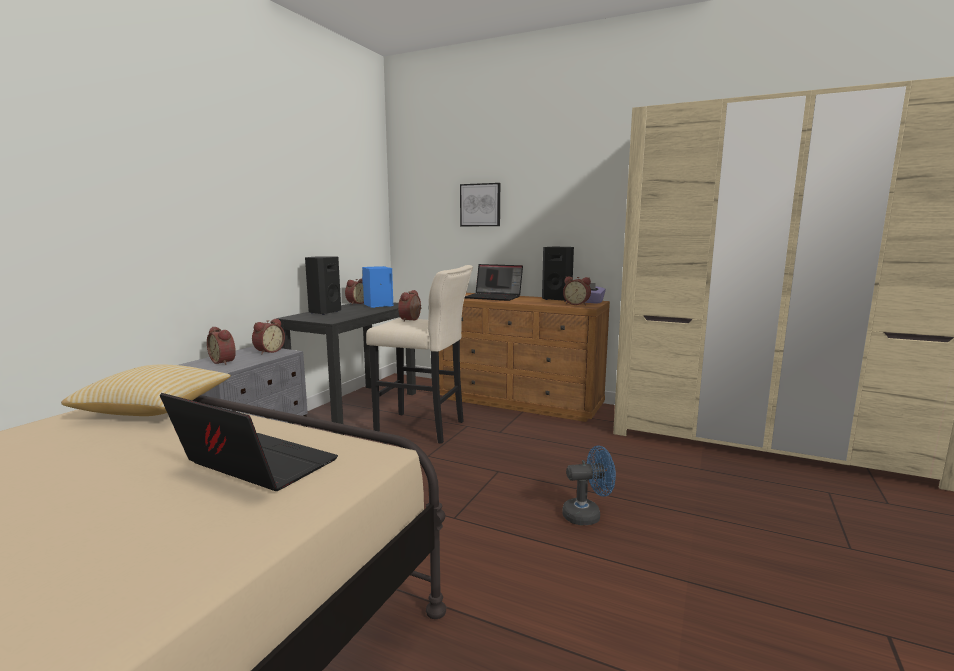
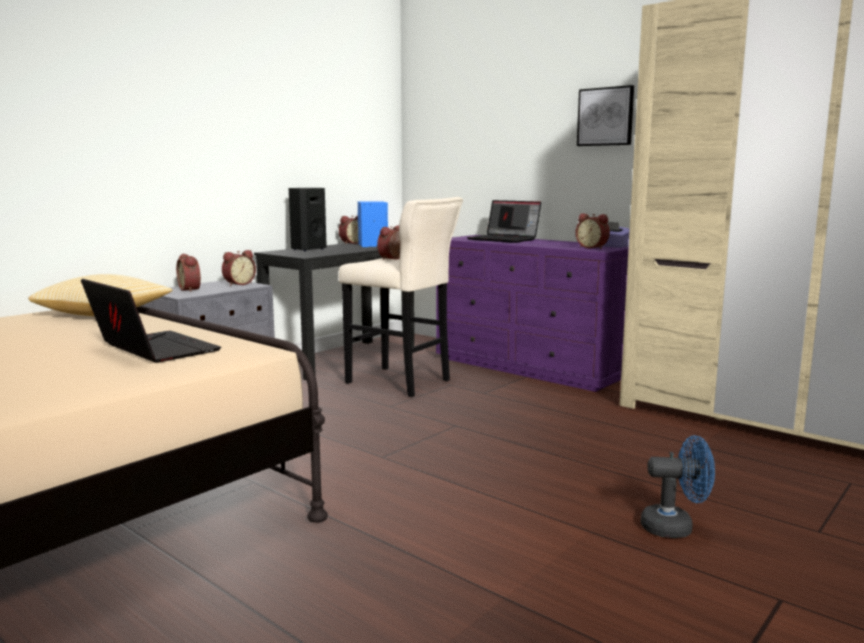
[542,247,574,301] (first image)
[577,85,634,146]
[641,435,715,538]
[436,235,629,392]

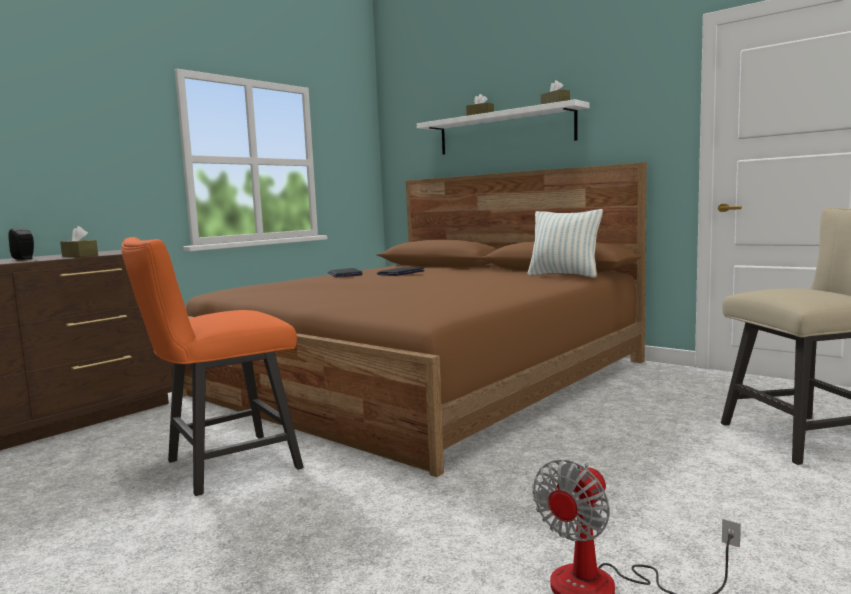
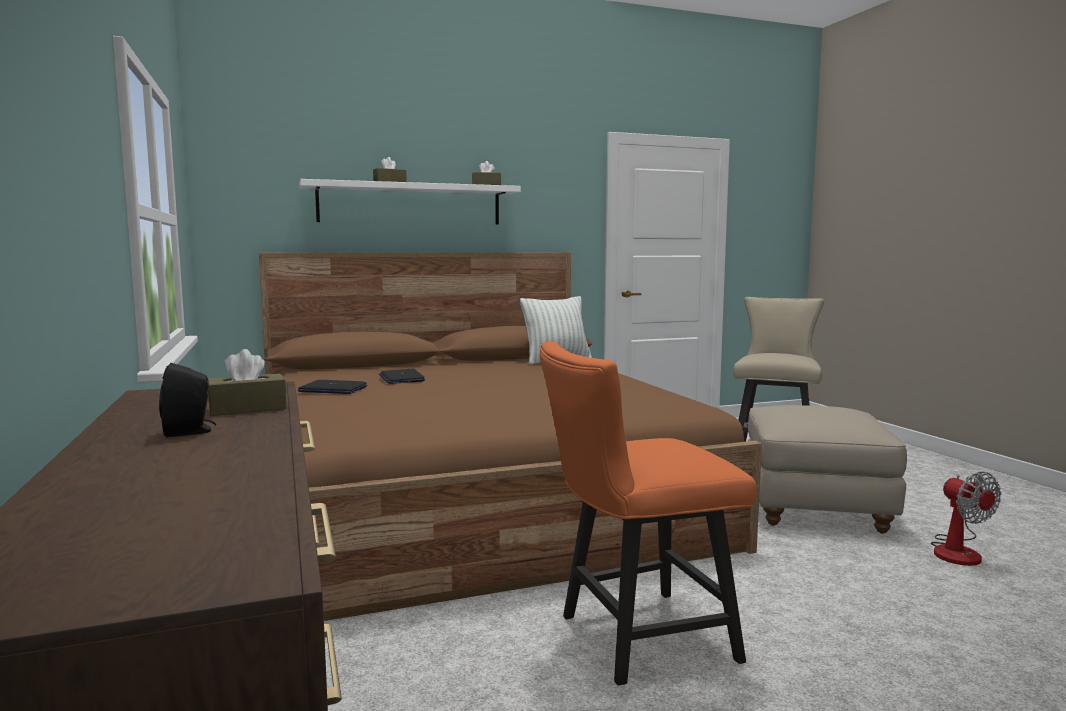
[748,405,907,534]
[540,342,757,686]

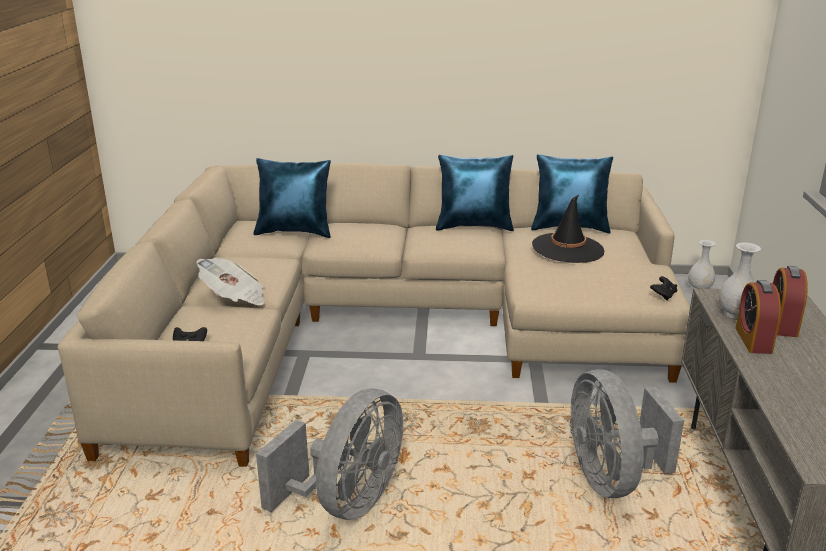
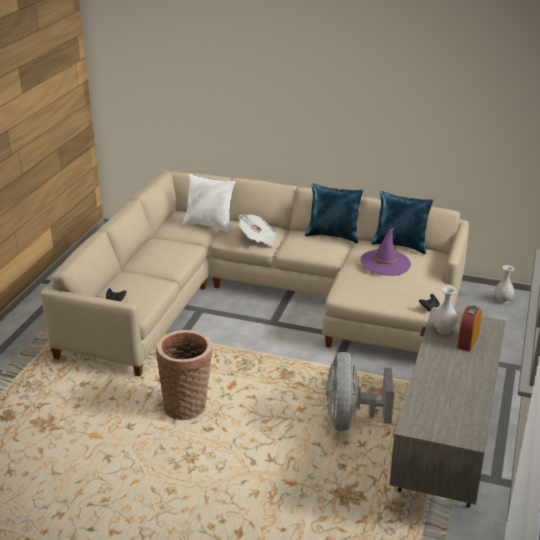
[735,280,781,354] (first image)
[239,214,277,246]
[156,330,213,420]
[182,174,236,233]
[360,227,411,276]

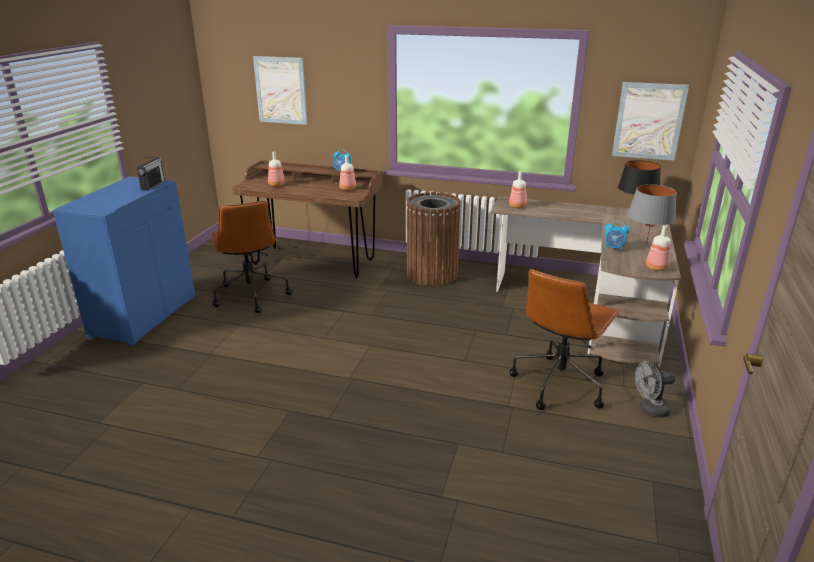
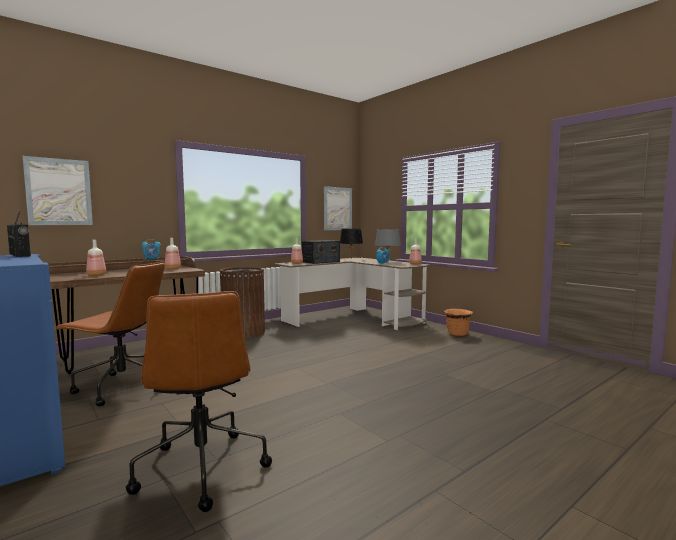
[302,240,340,264]
[126,291,272,512]
[444,309,473,336]

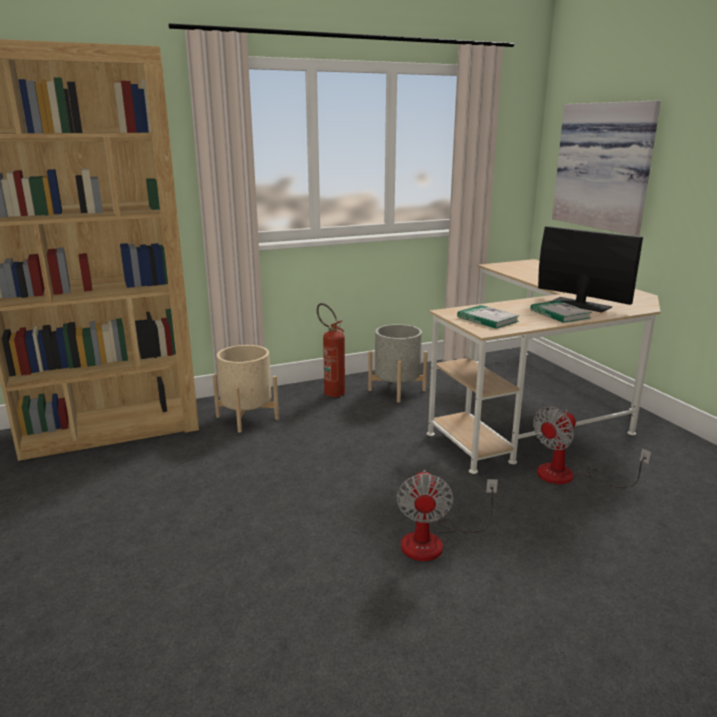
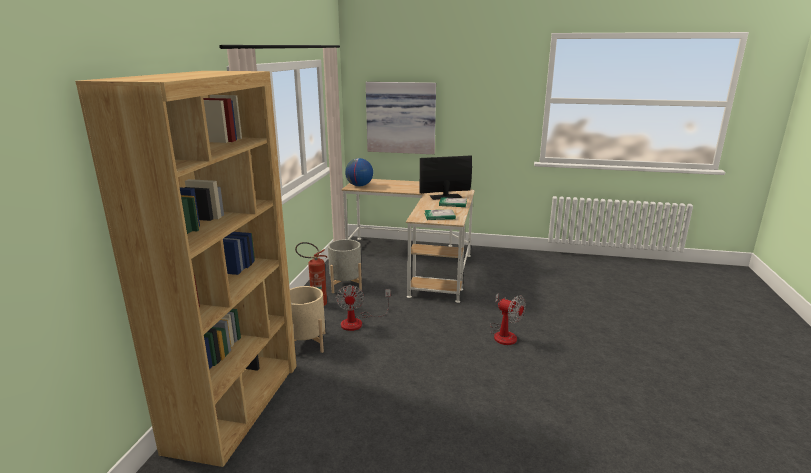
[345,158,373,187]
[336,285,391,331]

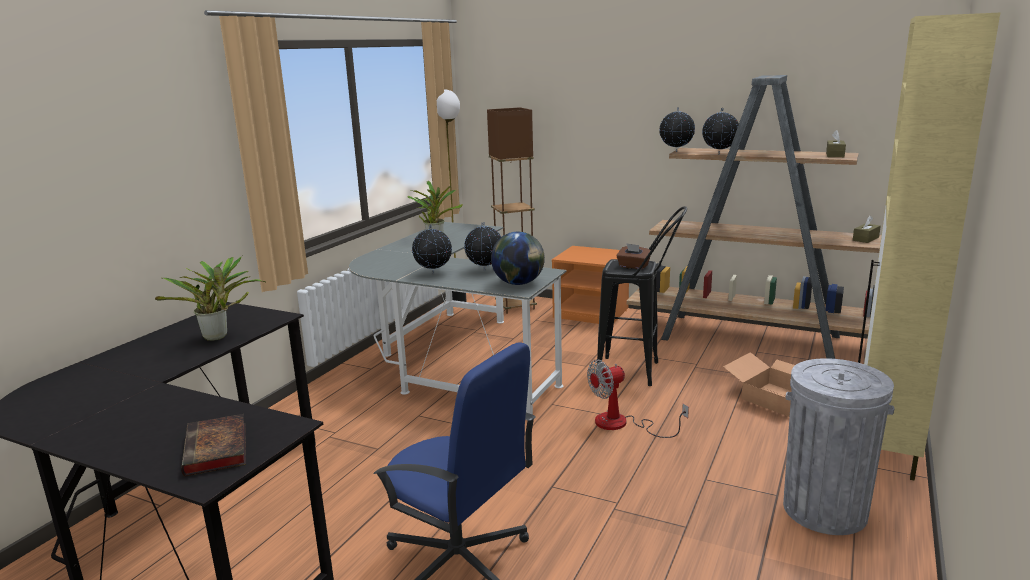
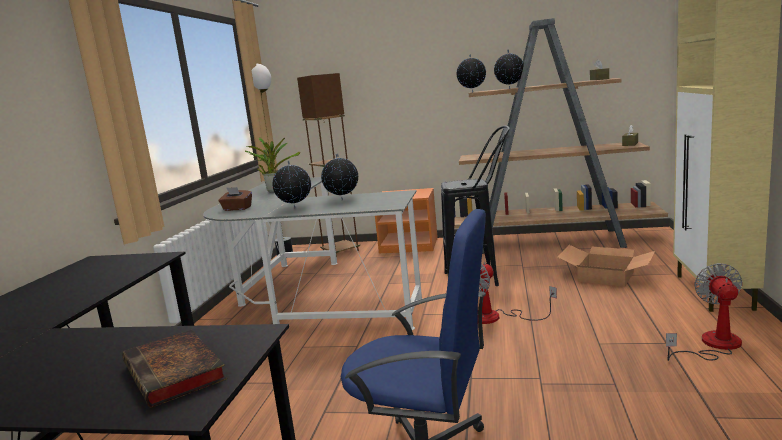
[155,255,265,341] (first image)
[491,232,545,285] (first image)
[219,187,252,211]
[666,263,743,361]

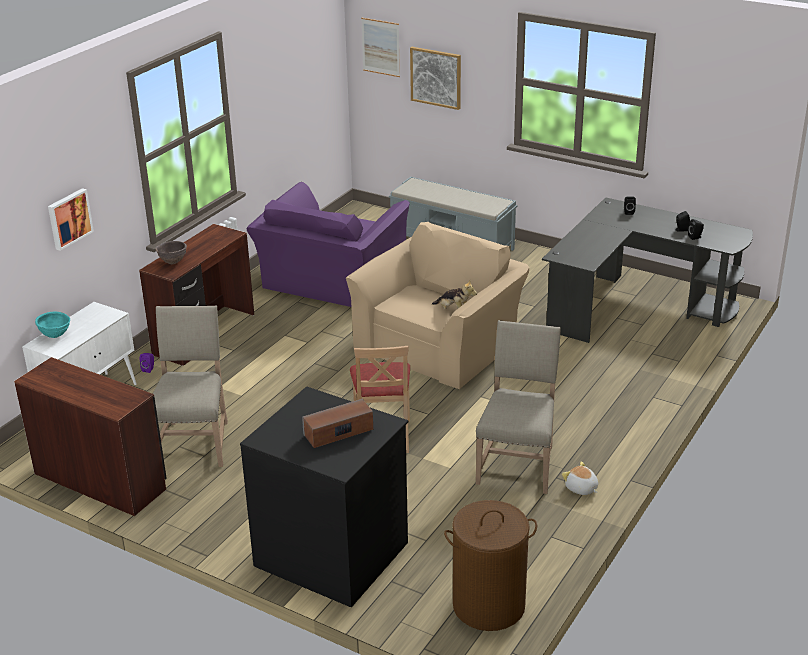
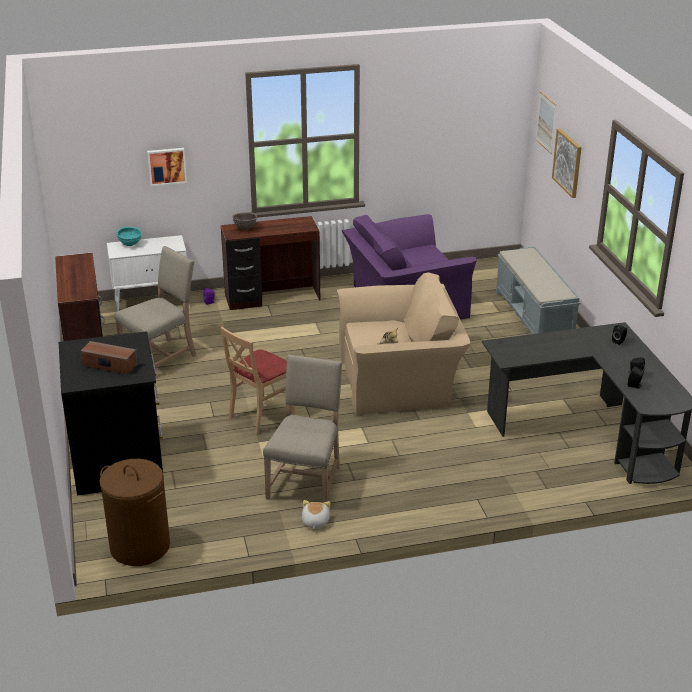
[263,354,342,503]

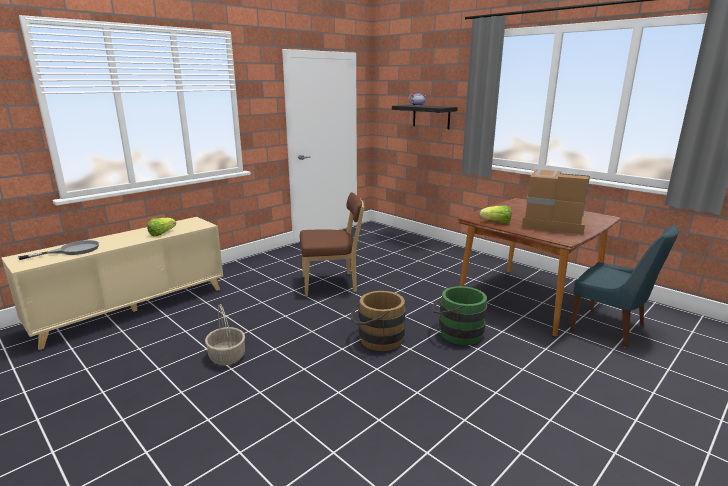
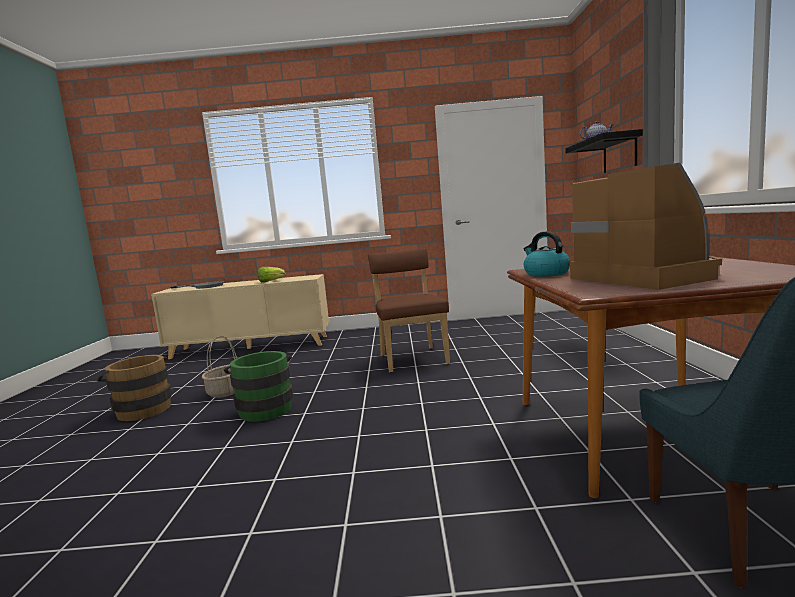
[97,355,172,421]
[223,351,293,422]
[524,231,570,277]
[368,248,450,373]

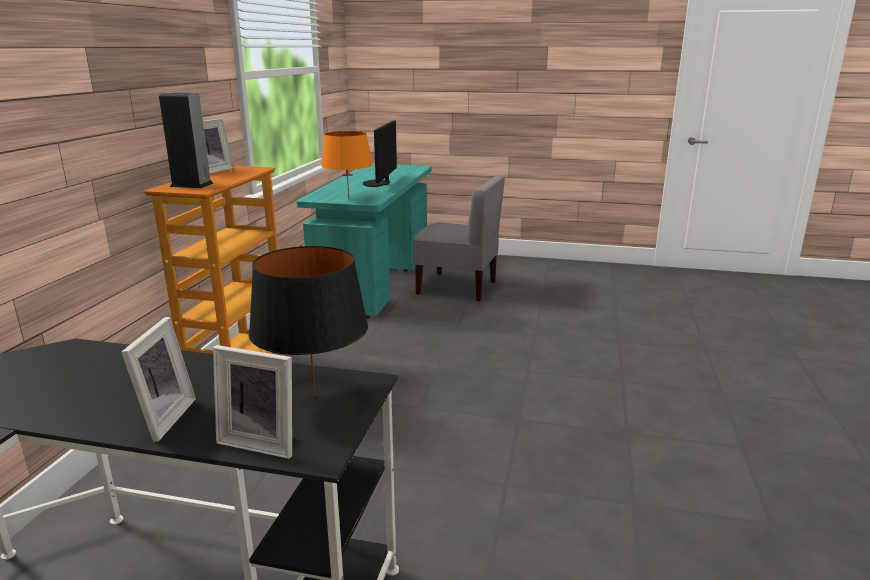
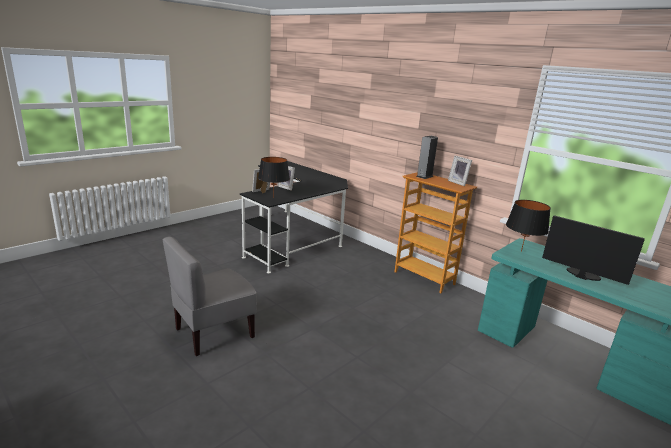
[163,236,257,356]
[506,200,551,252]

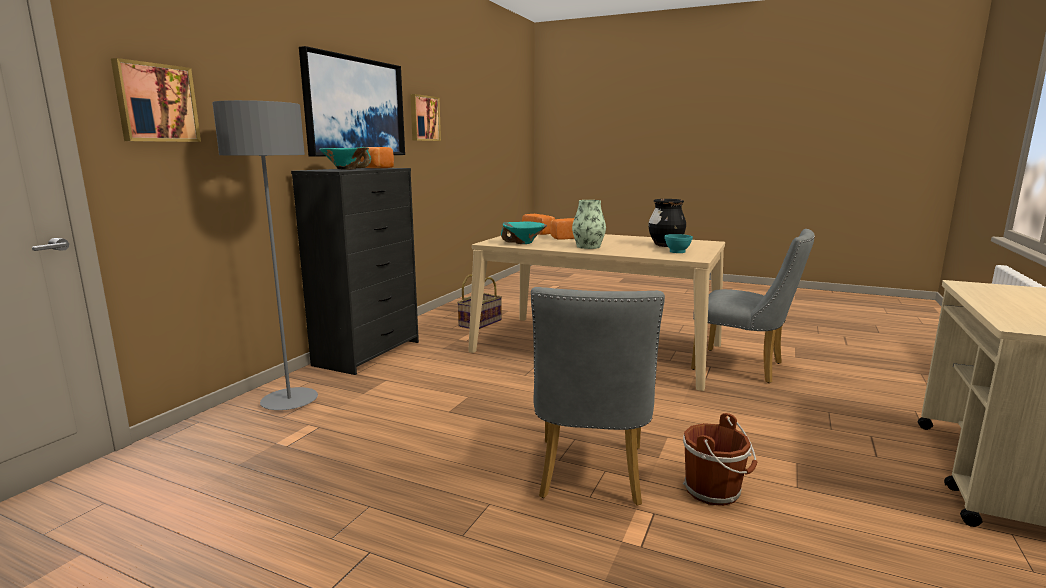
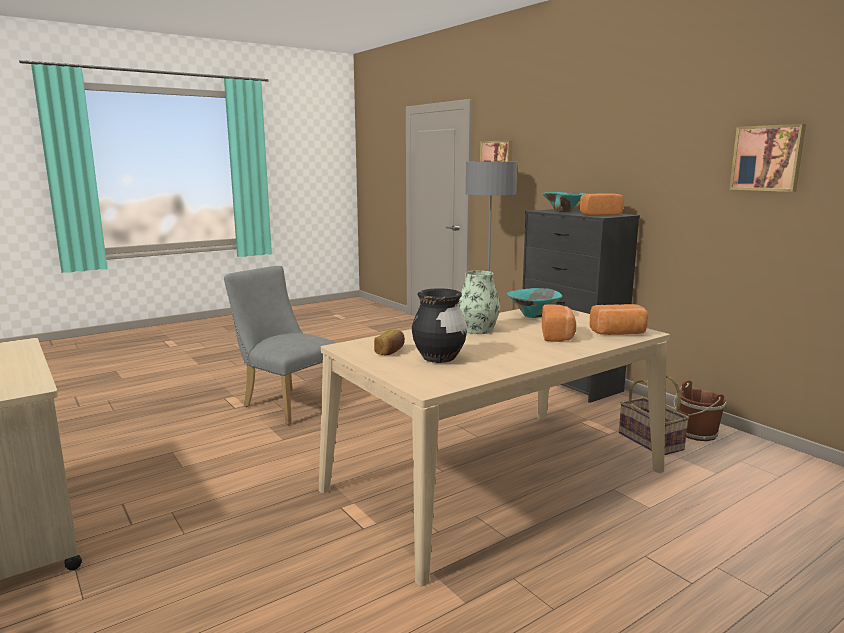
[299,46,405,157] (first image)
[691,229,815,383] (first image)
[673,380,726,441]
[374,329,405,355]

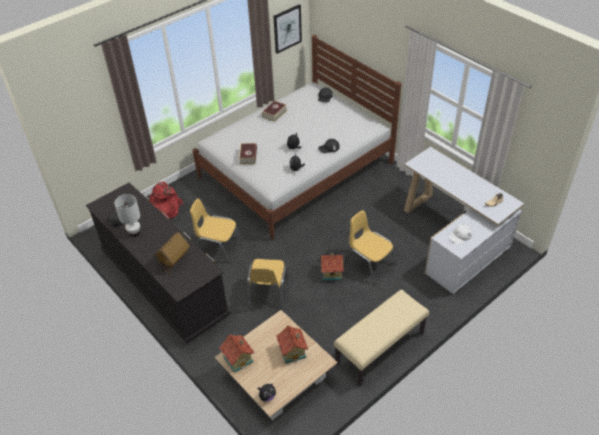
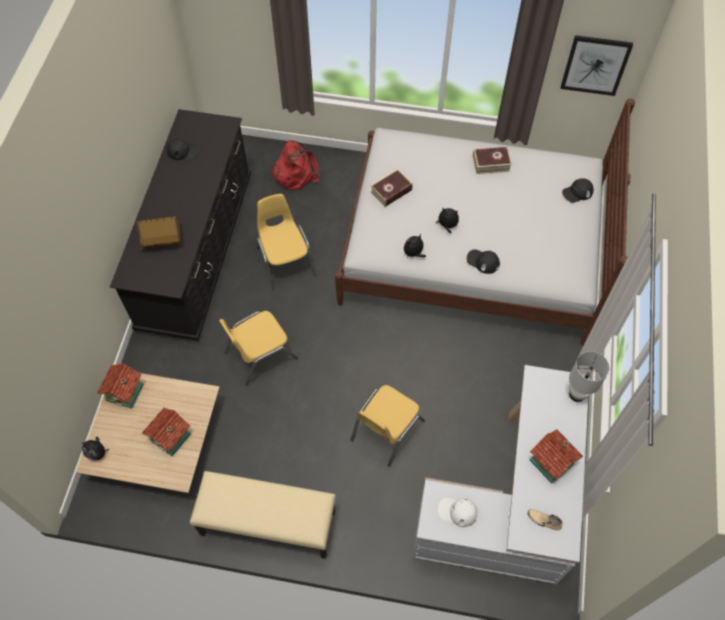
[569,351,609,402]
[530,429,583,484]
[350,385,425,467]

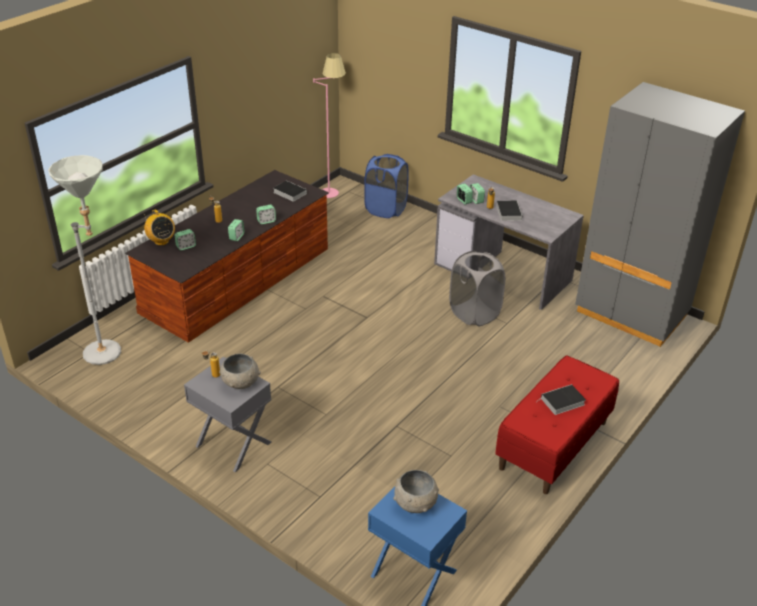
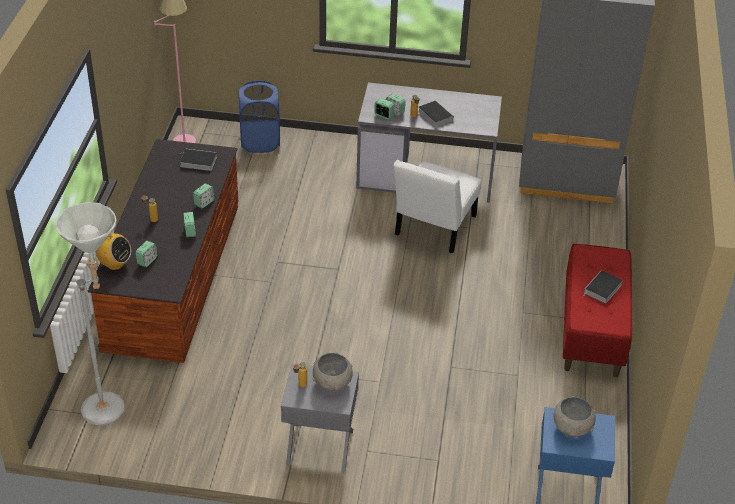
[393,160,481,254]

